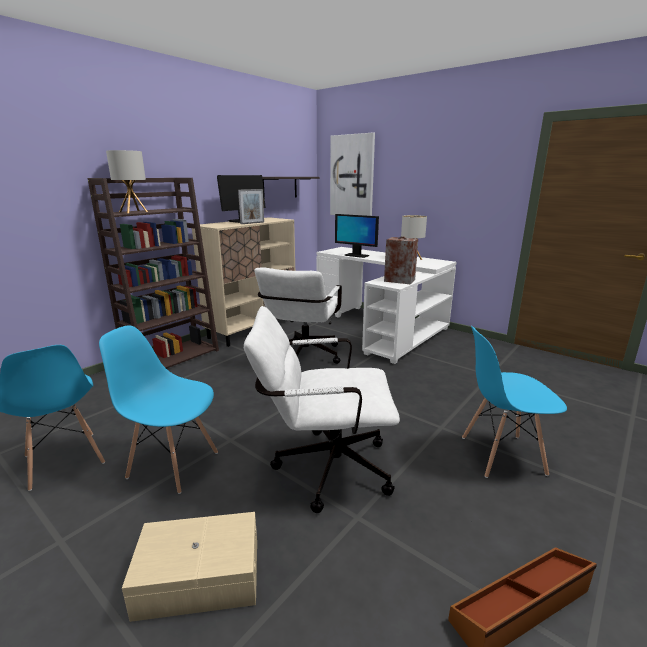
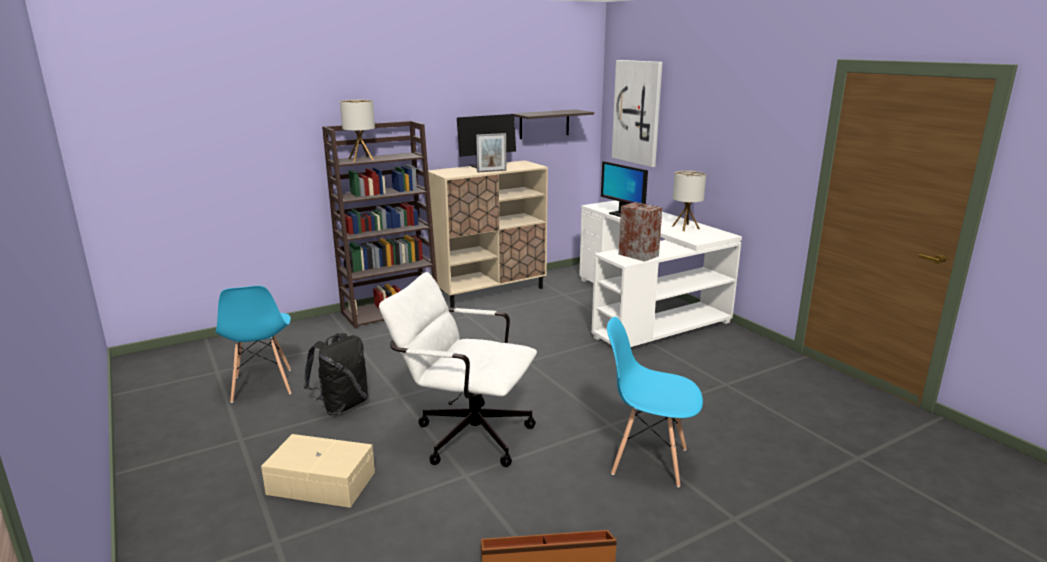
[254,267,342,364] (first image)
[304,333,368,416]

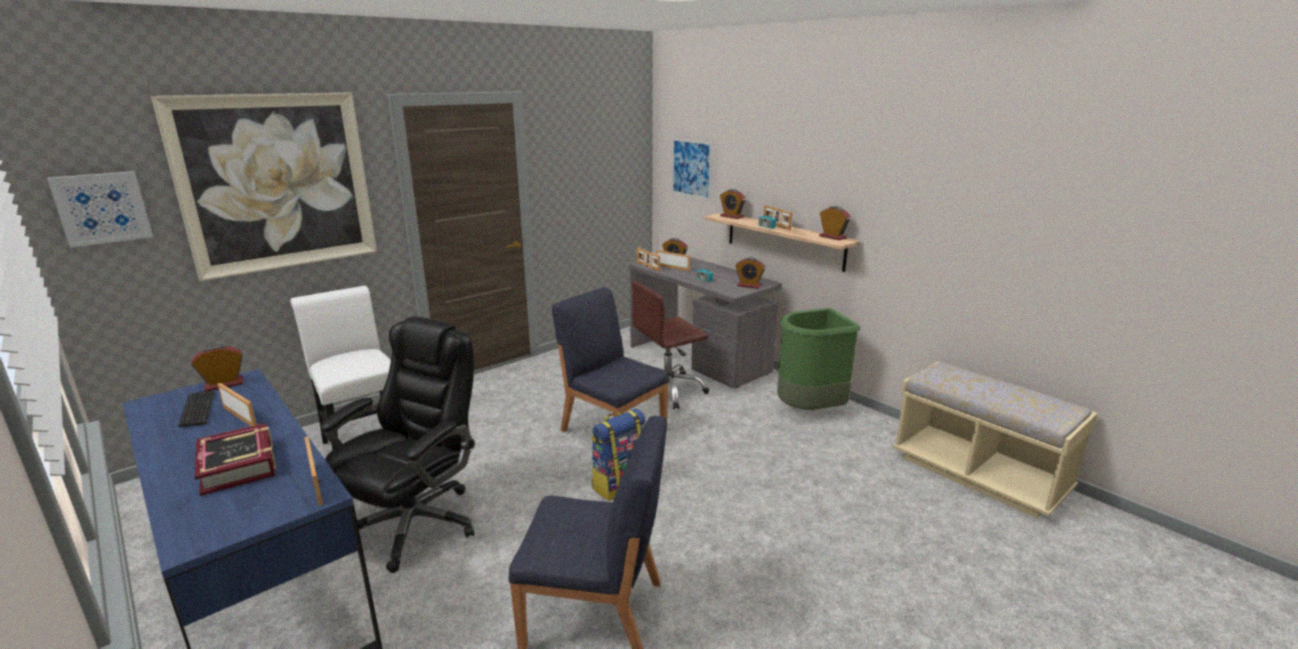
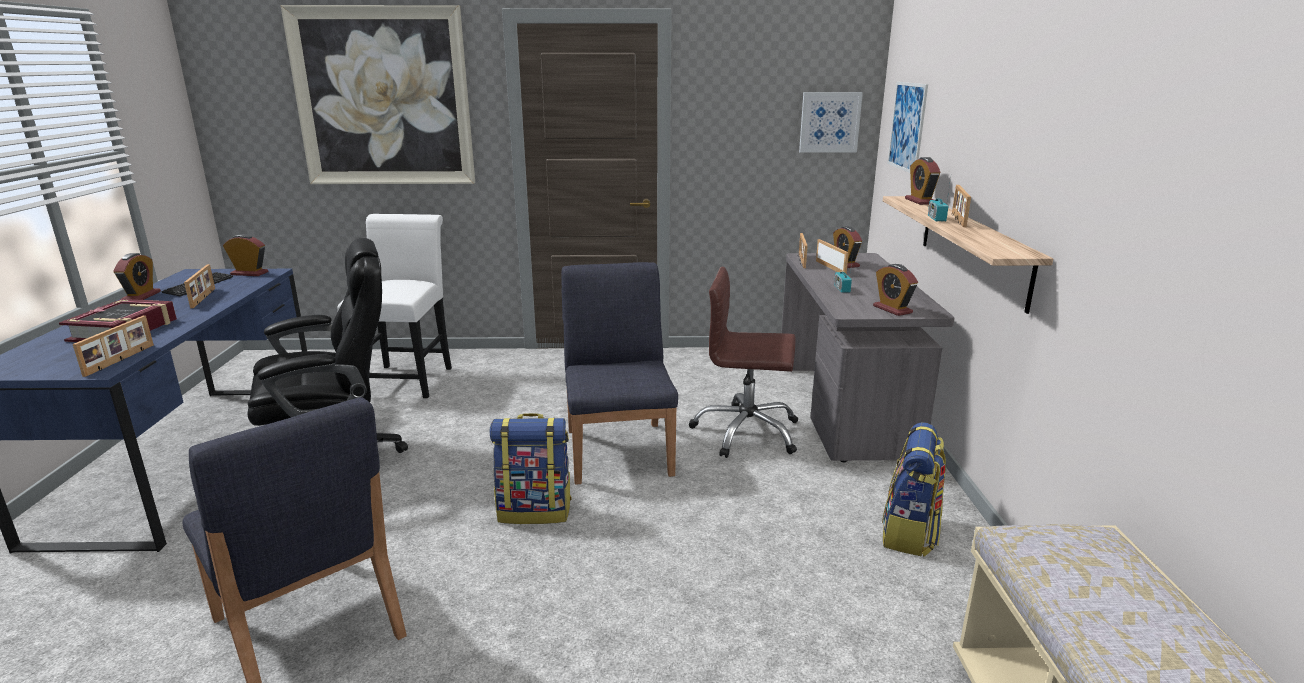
[799,92,863,153]
[113,253,161,300]
[882,422,946,556]

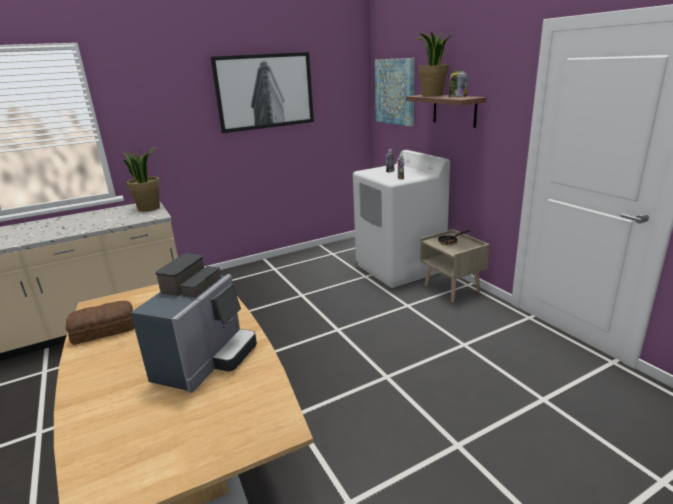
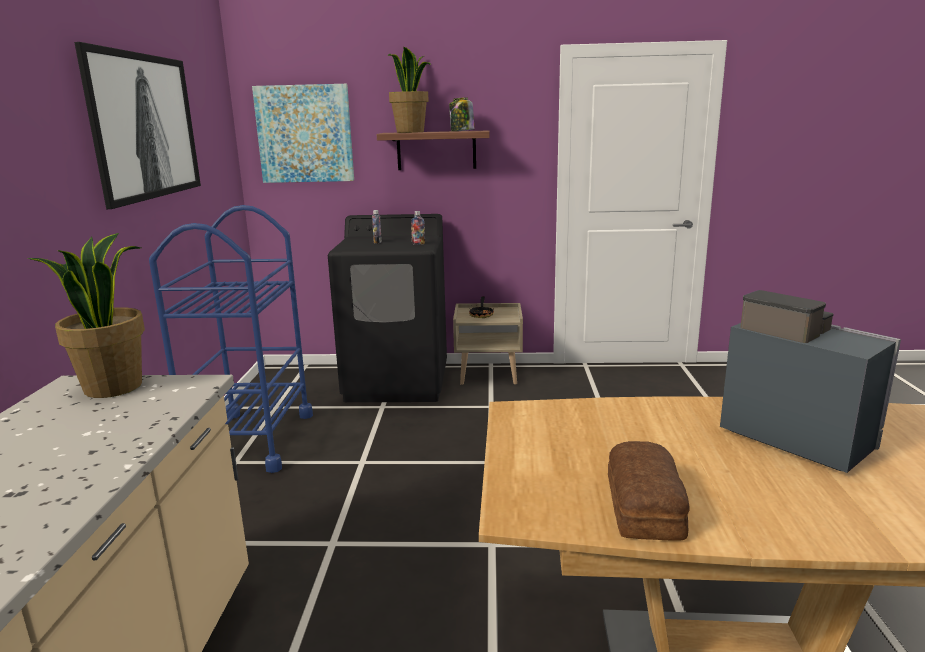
[149,205,313,473]
[328,214,447,402]

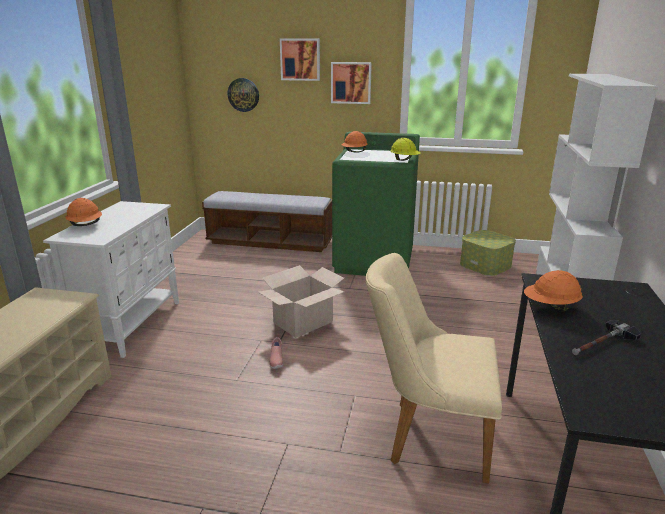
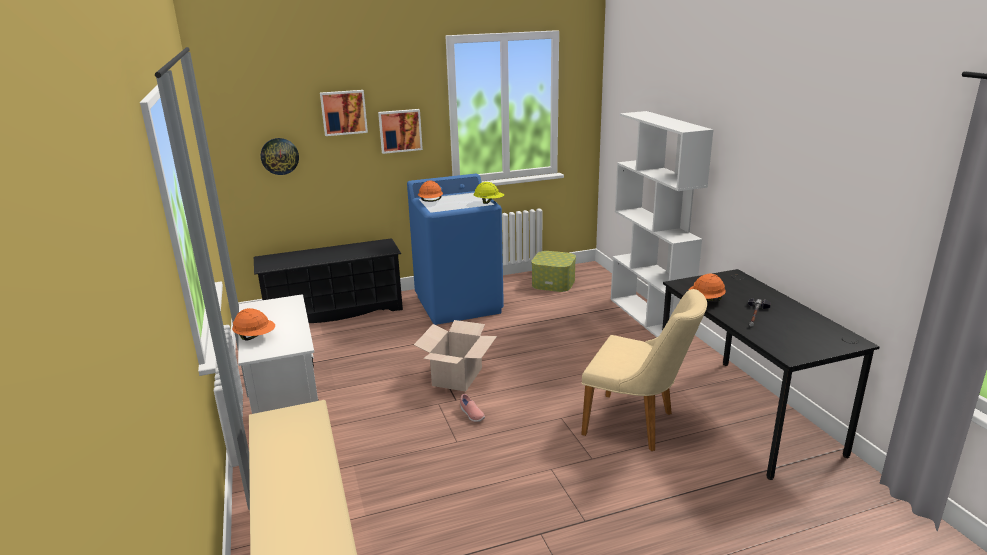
[254,238,403,323]
[407,174,504,325]
[581,289,707,451]

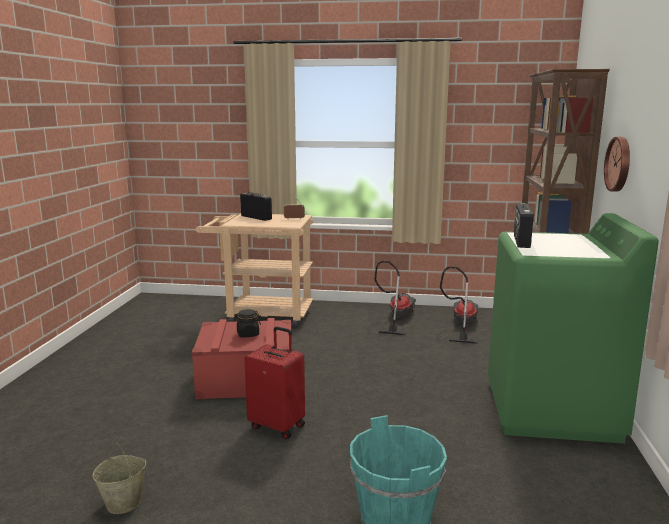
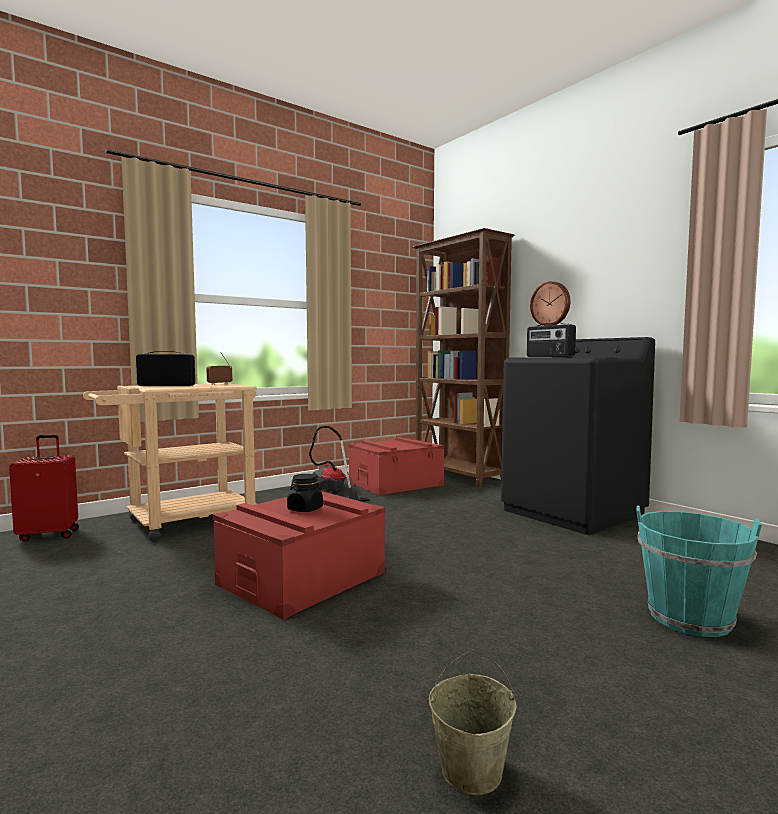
[9,435,79,542]
[349,437,445,496]
[501,337,655,535]

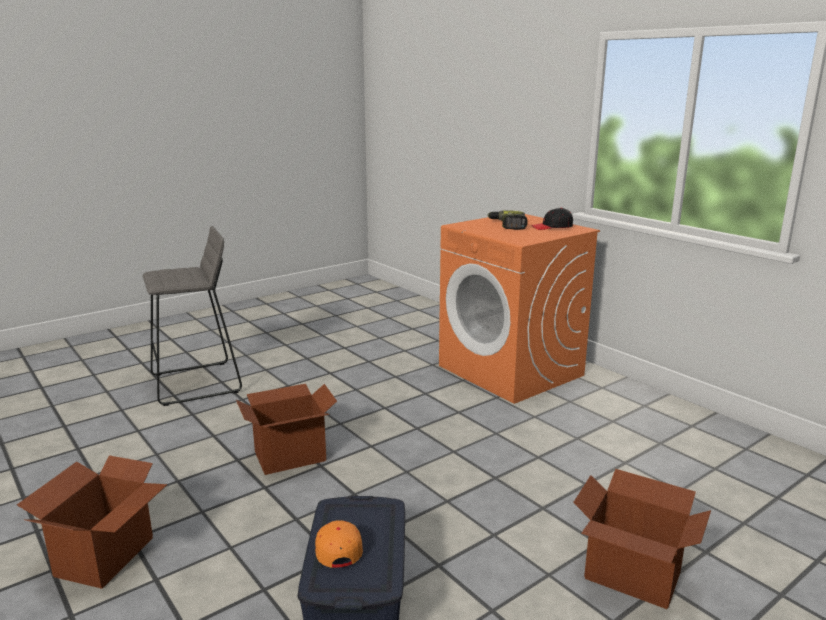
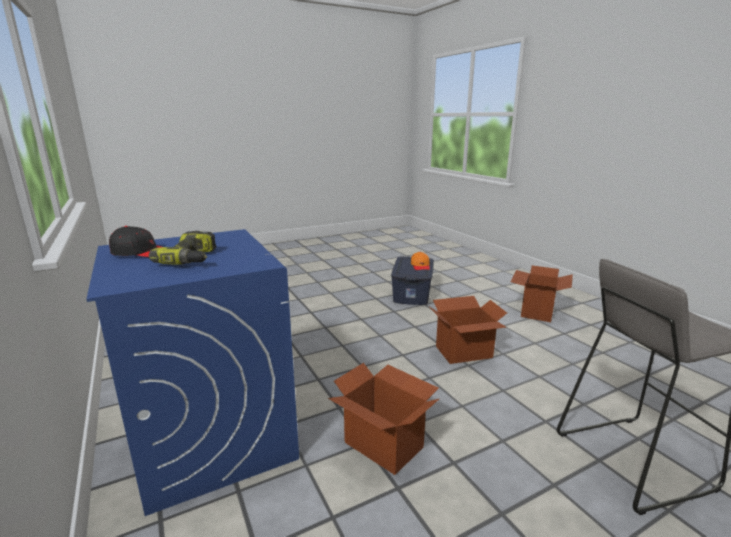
[328,363,439,475]
[86,229,299,516]

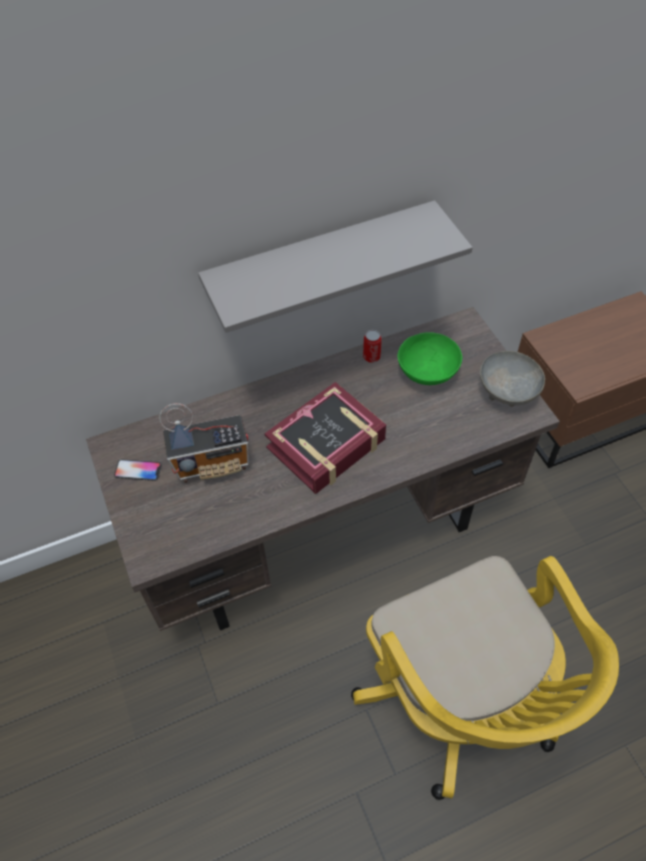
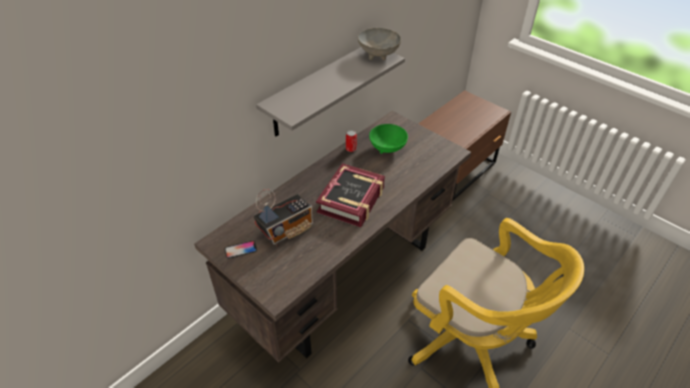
[358,28,401,60]

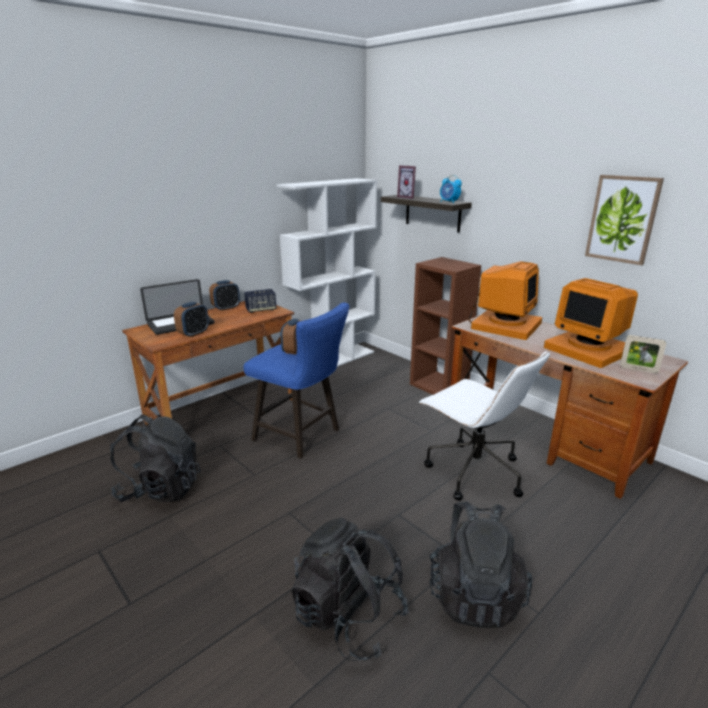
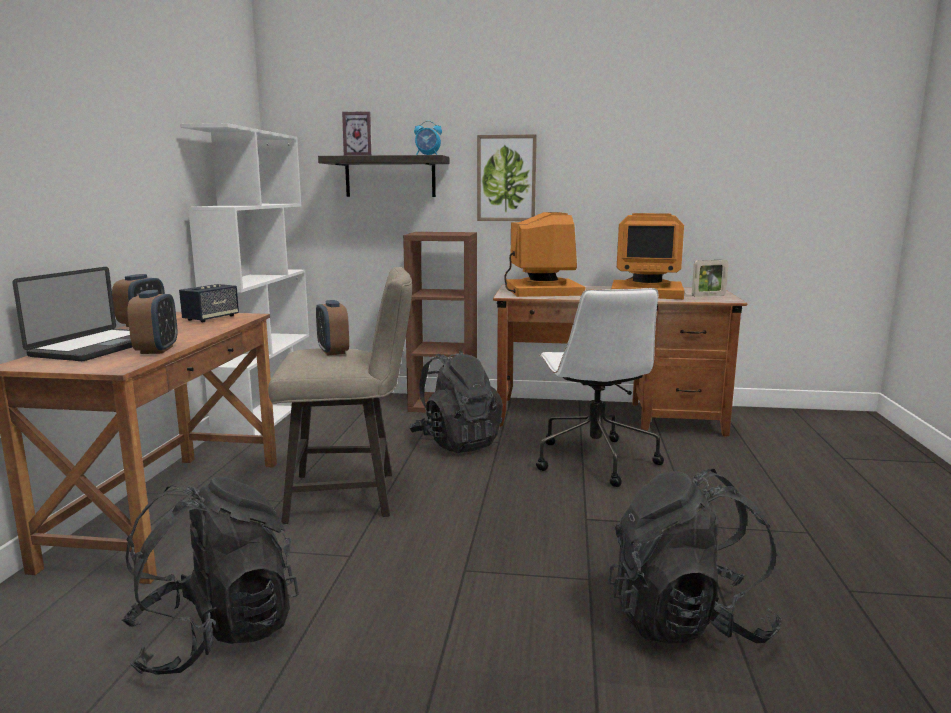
[410,351,503,453]
[477,134,537,221]
[268,267,412,524]
[536,288,664,487]

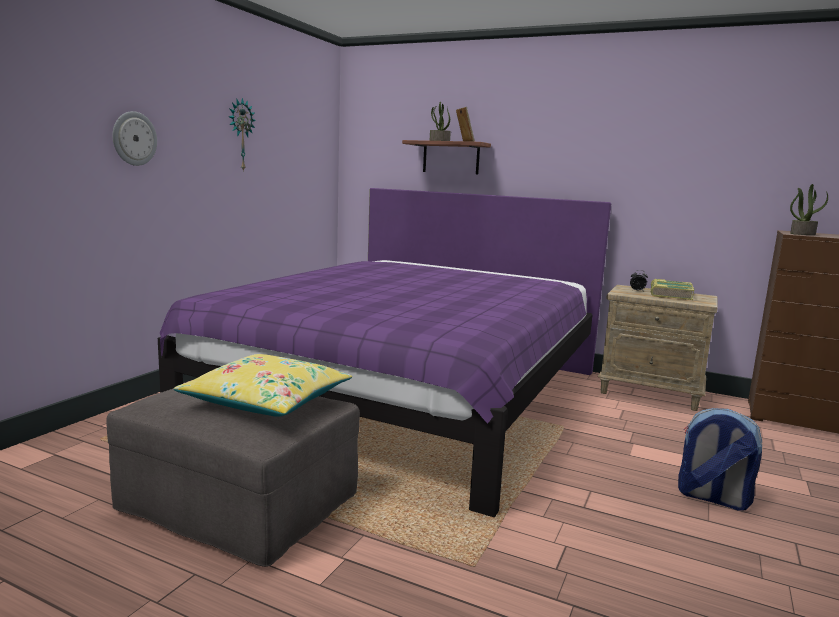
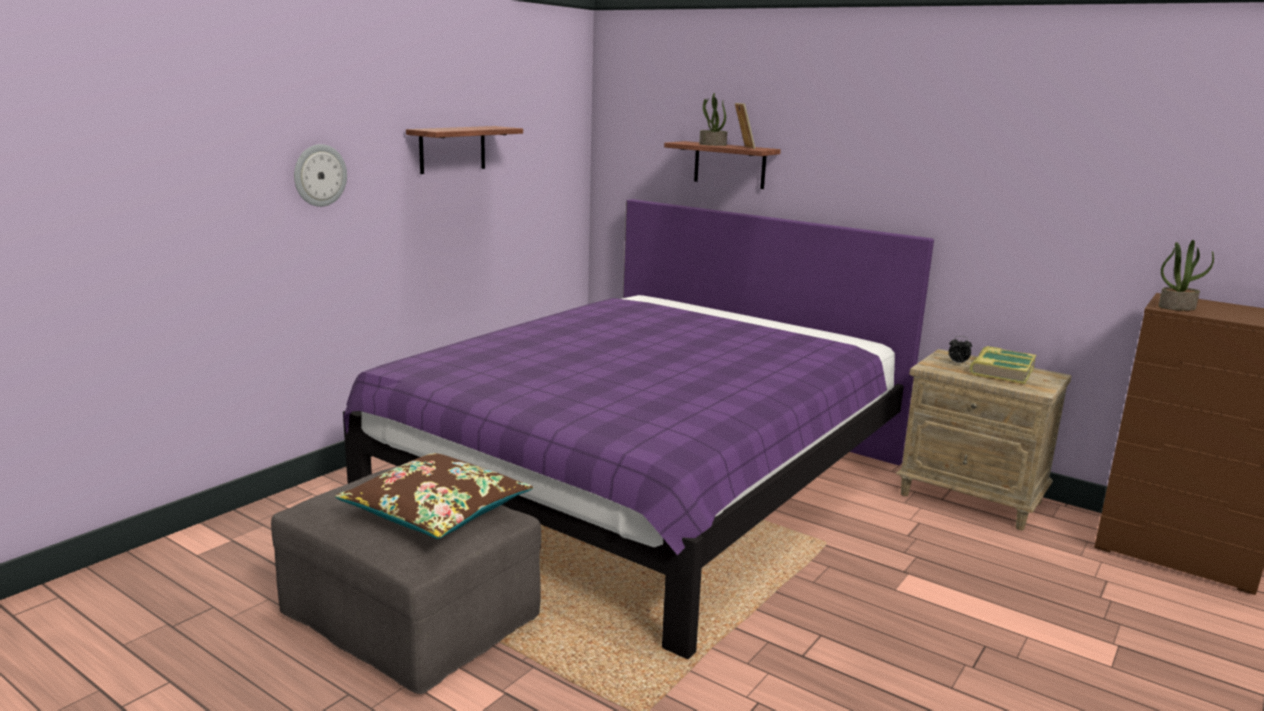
[678,408,762,511] (first image)
[406,126,523,174]
[335,453,533,539]

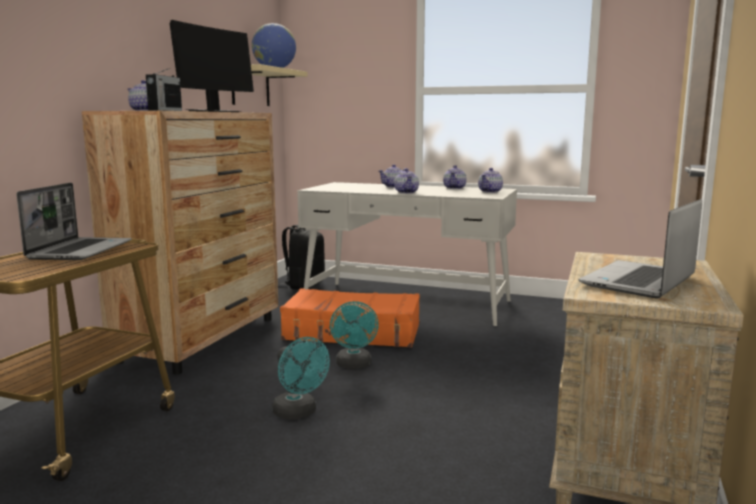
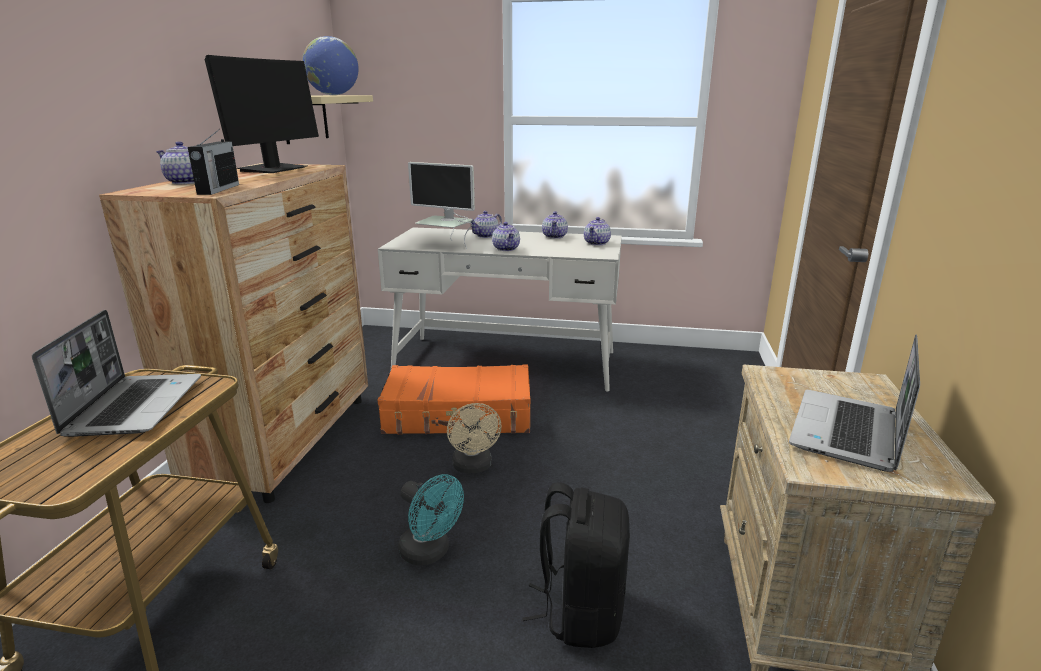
[408,162,475,249]
[522,482,630,648]
[447,403,502,474]

